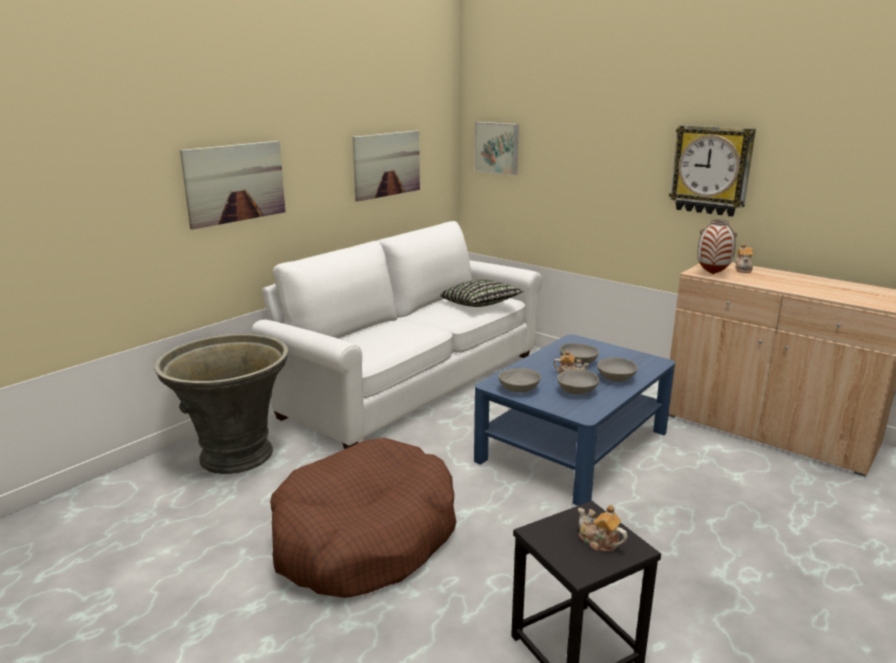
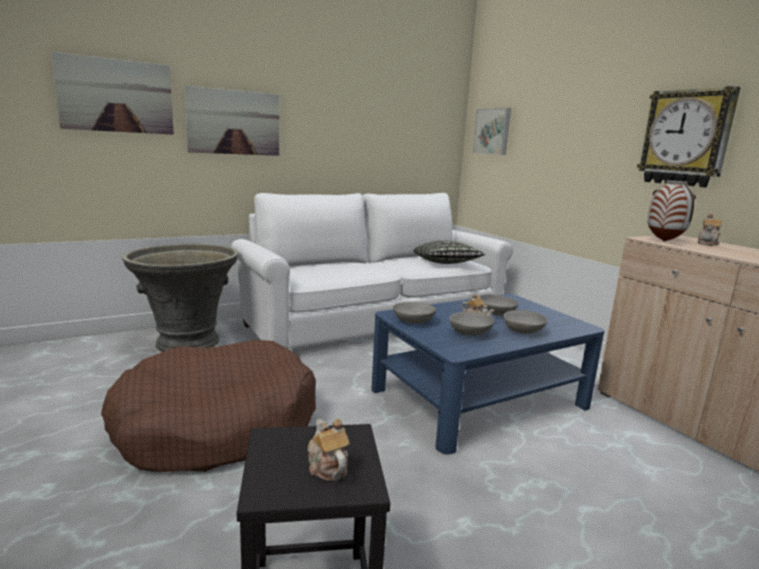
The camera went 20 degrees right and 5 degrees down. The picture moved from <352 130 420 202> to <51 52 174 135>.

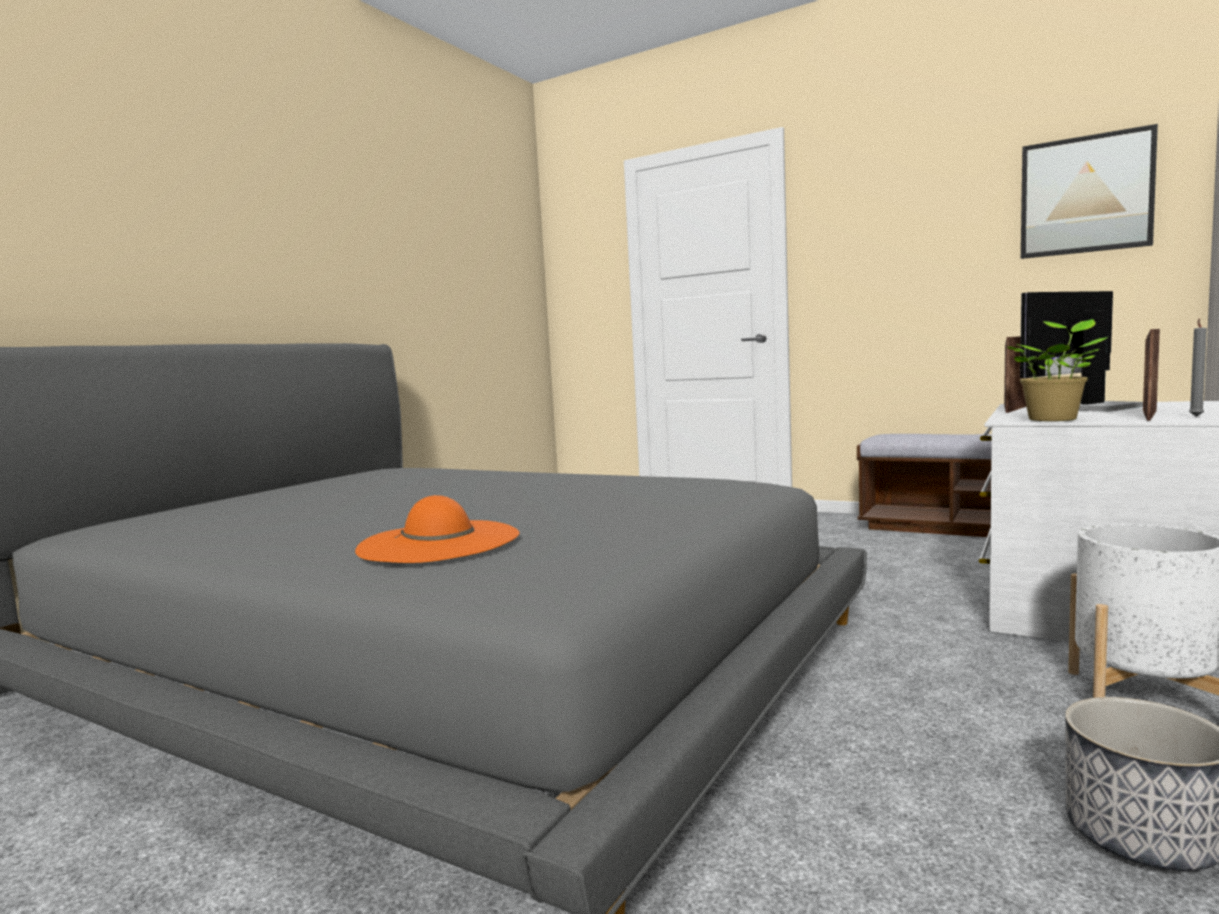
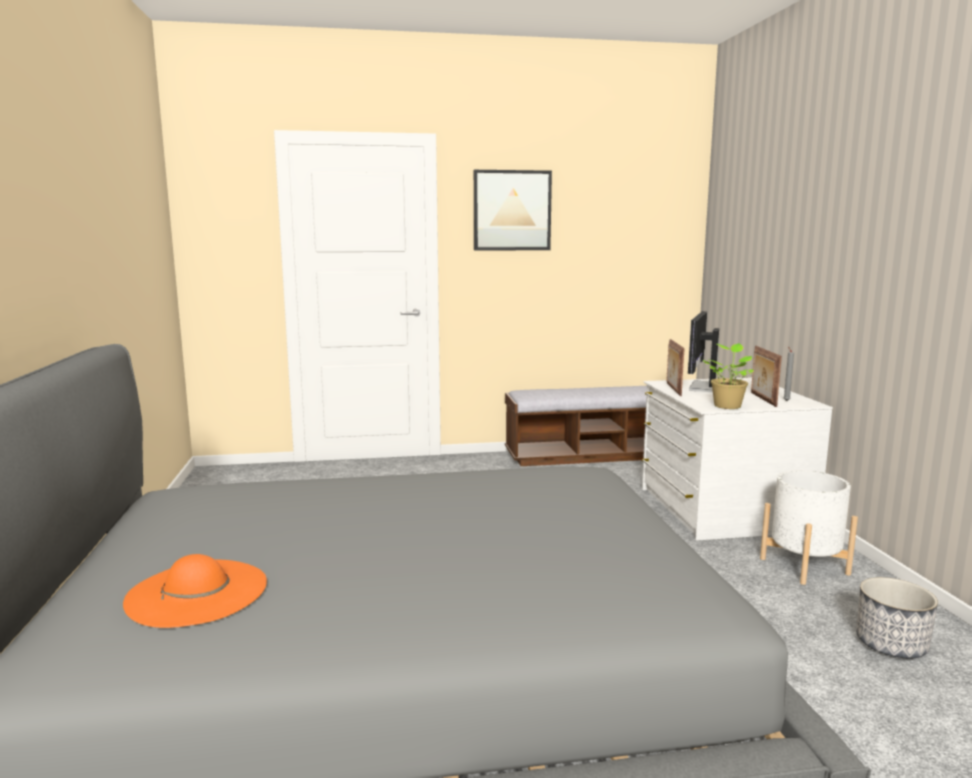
The camera went 40 degrees left and 5 degrees up. The hat in orange moved from <355 495 520 563> to <123 554 267 628>. The picture moved from <1021 124 1158 259> to <474 170 552 251>.

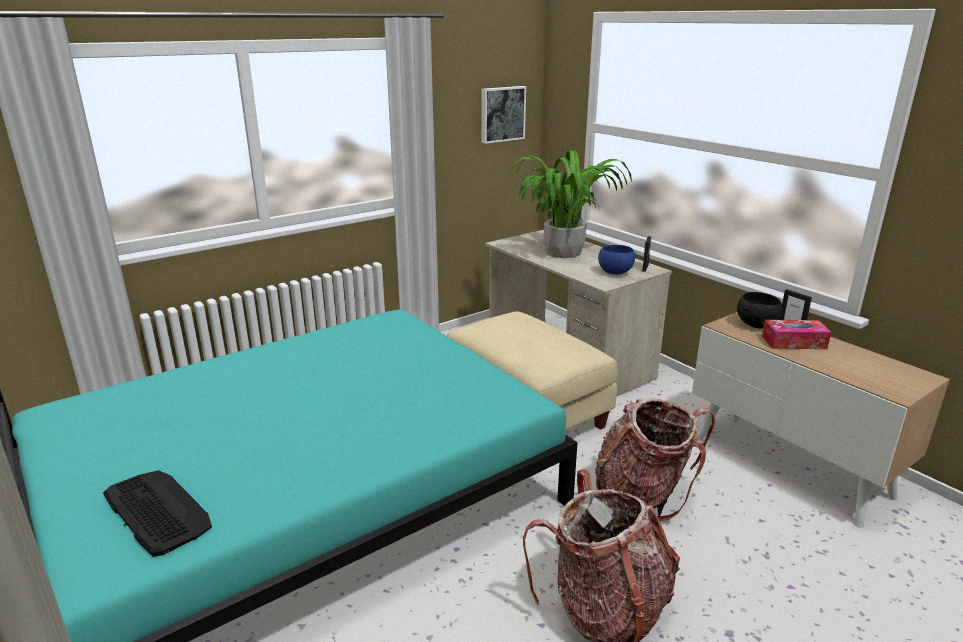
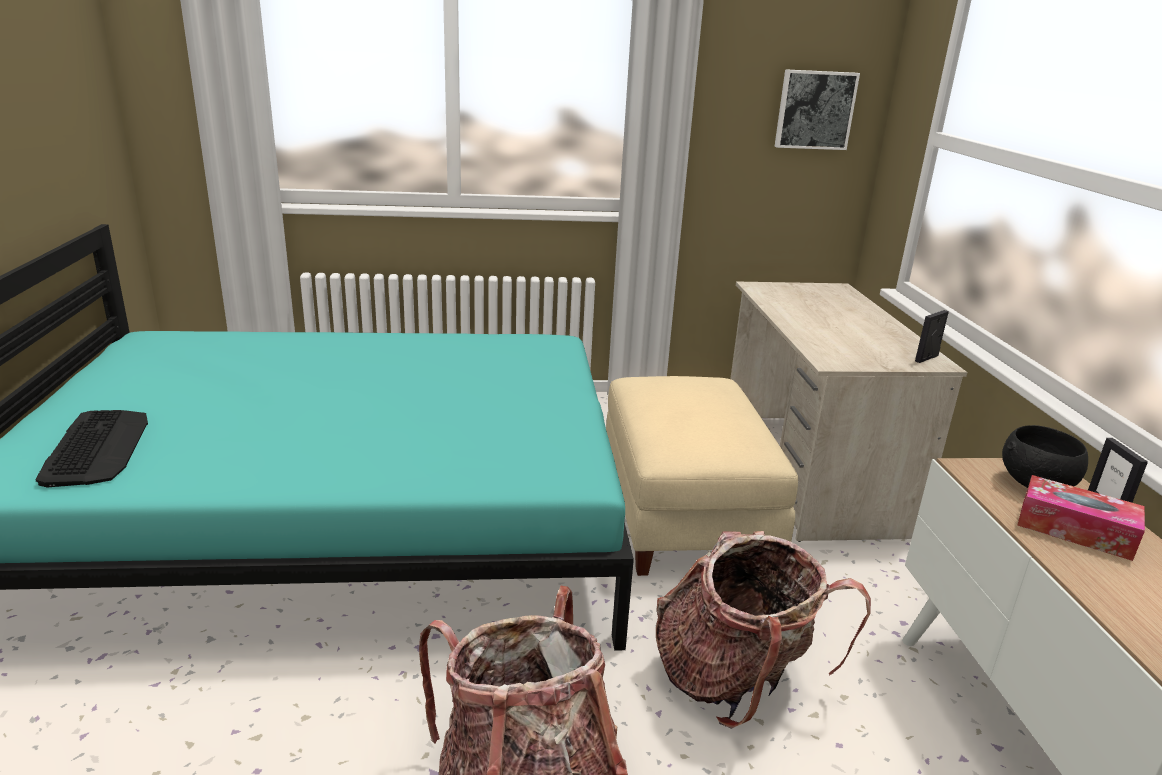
The camera went 30 degrees right and 0 degrees up. The plant in a pot at <508 150 632 258> disappeared. The deep dish in blue-coloured at <598 245 636 275> disappeared.

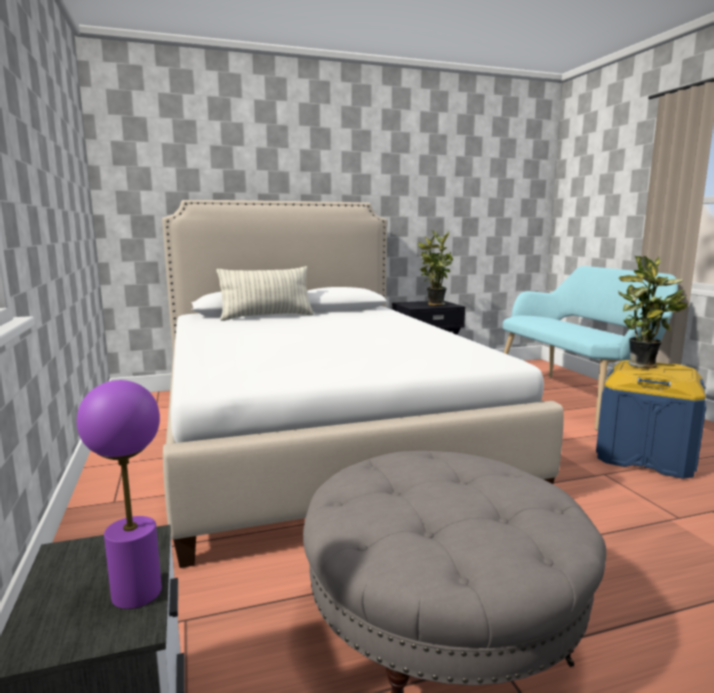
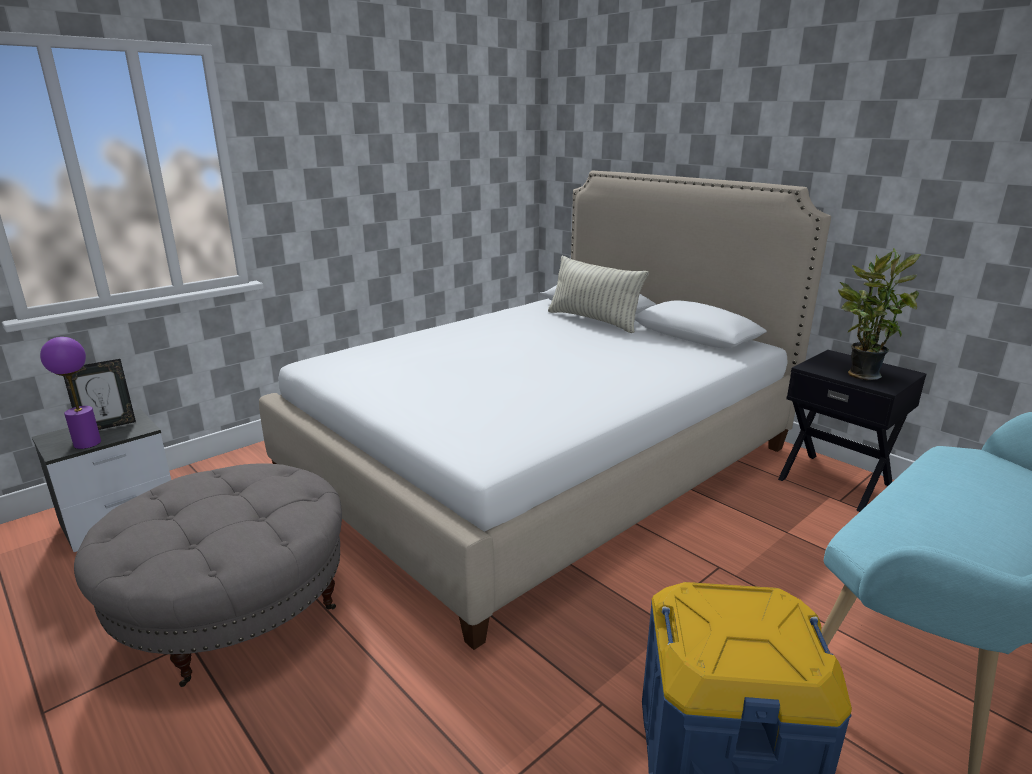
The camera went 65 degrees right and 10 degrees up. The standing frame at <63 359 136 430> appeared. The plant in a pot at <618 256 688 369> disappeared.

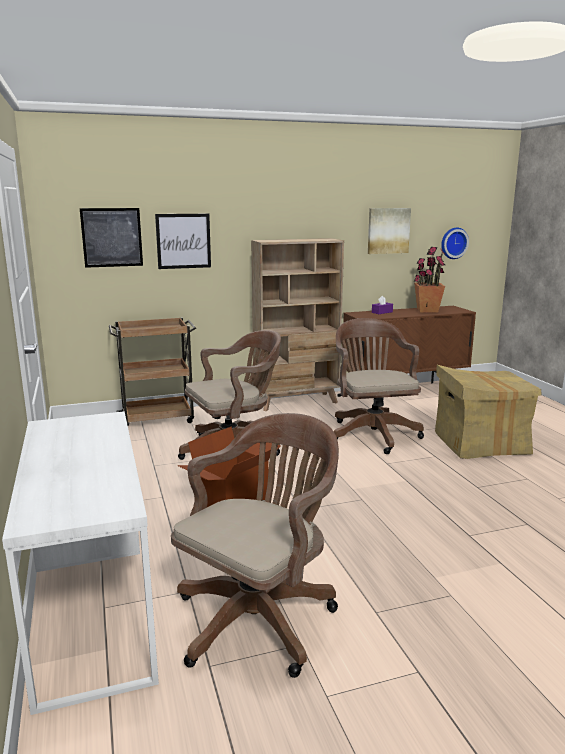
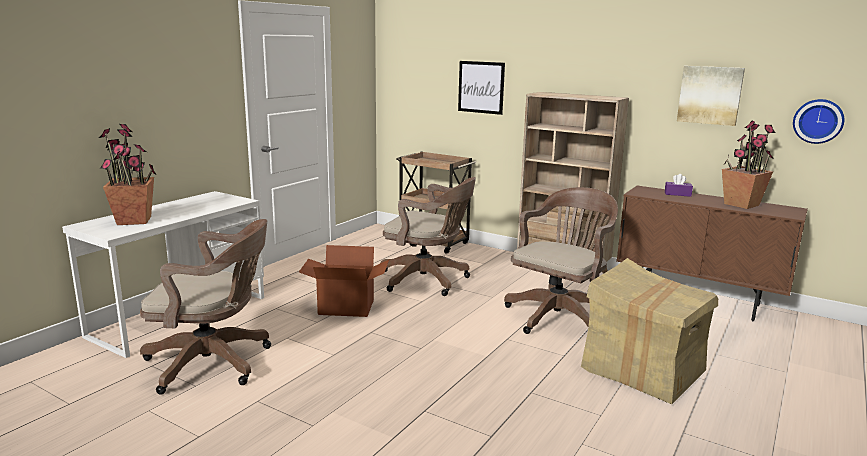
The camera went 50 degrees right and 0 degrees up. The plant in a pot at <99 124 156 225> appeared. The picture at <80 208 143 268> disappeared.

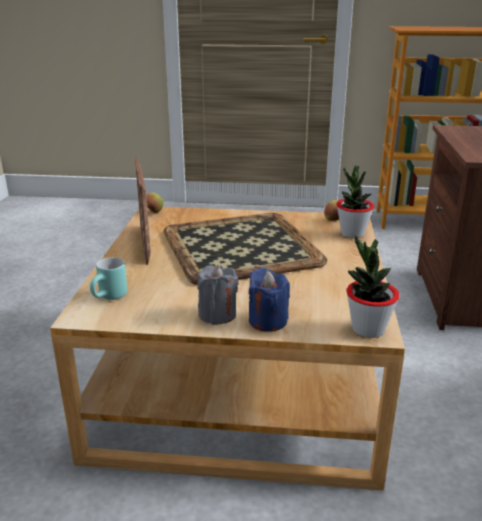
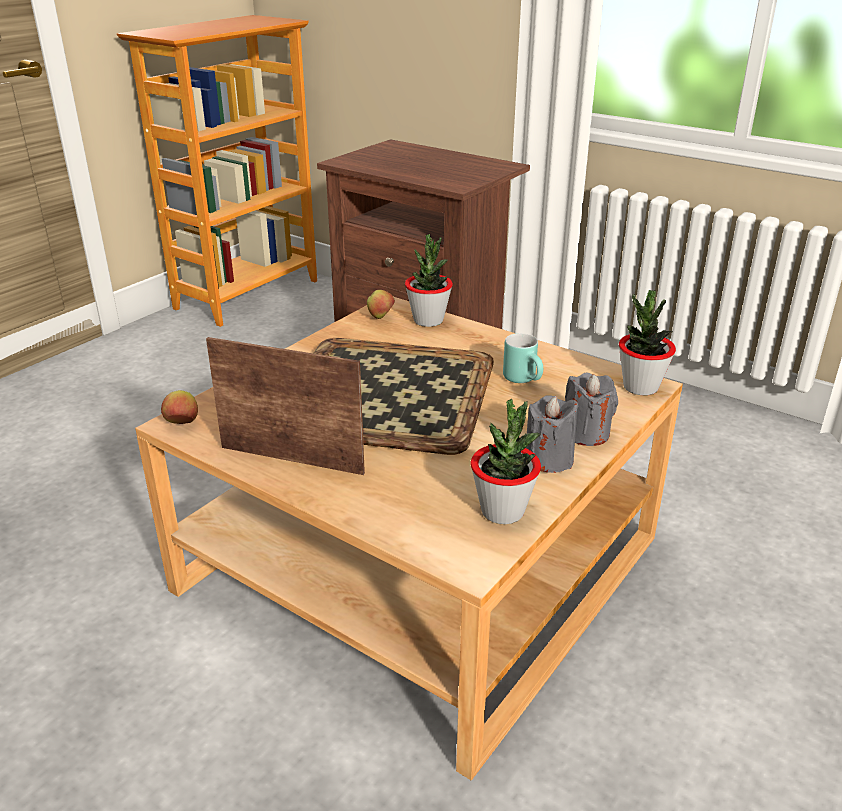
The camera went 60 degrees left and 5 degrees up. The plant in a pot at <471 399 541 524> appeared. The tea mug in turquoise moved from <90 257 127 300> to <503 333 543 383>. The candle in blue-coloured at <249 268 290 332> became the candle in greyish at <565 373 618 446>.

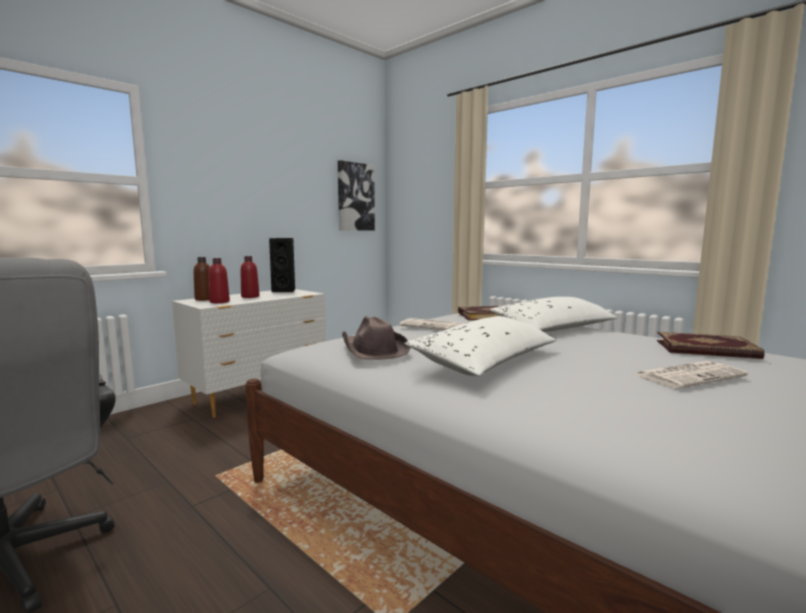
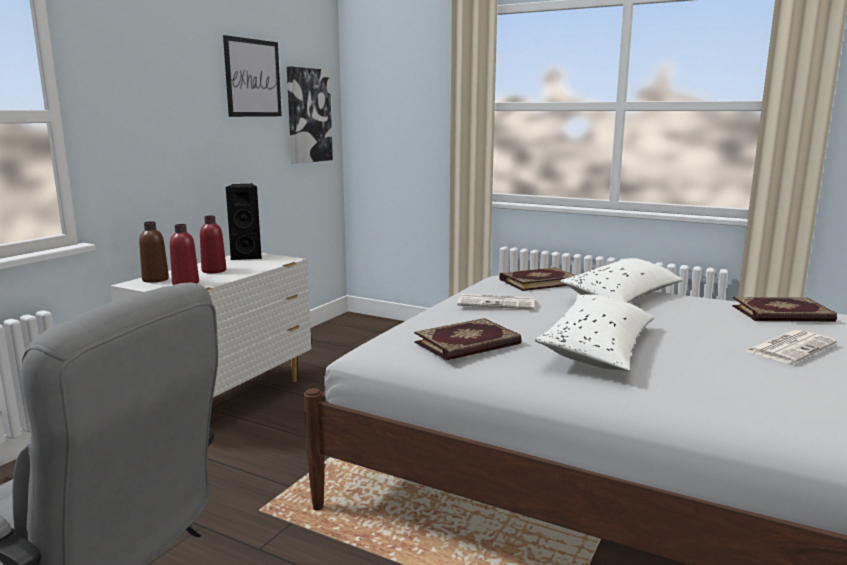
The camera went 15 degrees left and 5 degrees up. The picture at <223 35 282 117> appeared. The hat in brown at <342 316 411 360> was replaced by the volume at <414 318 522 361>.

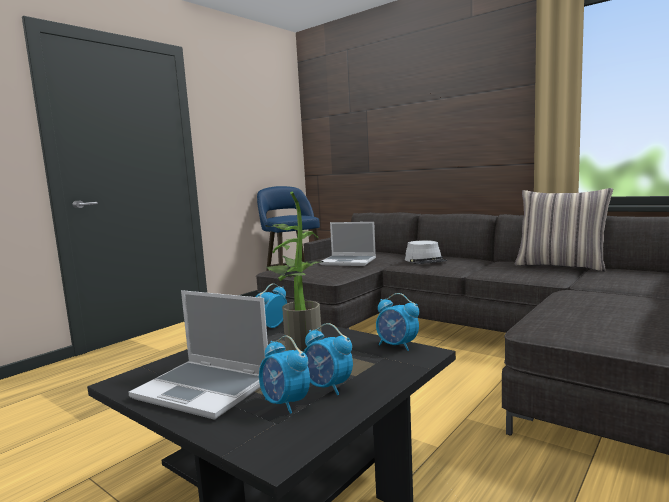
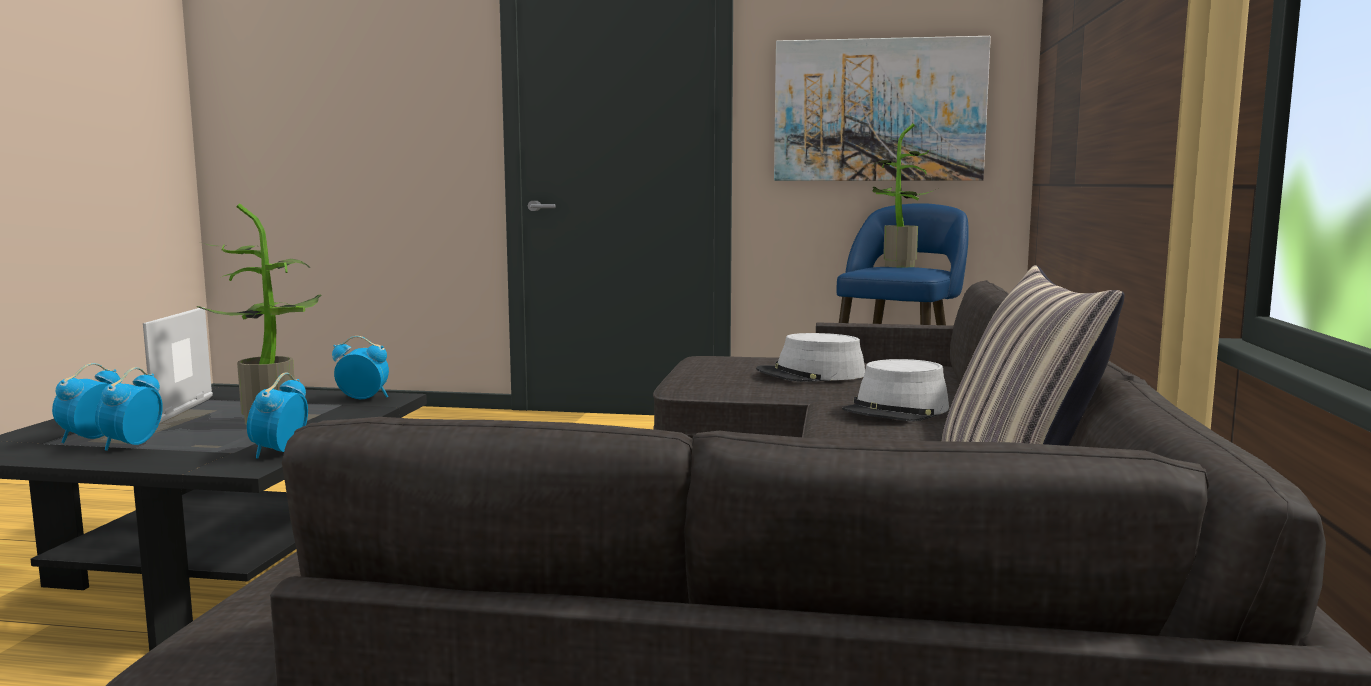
The camera went 60 degrees right and 0 degrees up. The portable computer at <319 222 376 266> was replaced by the hat in greyish at <756 333 865 382>. The picture at <774 36 991 181> appeared. The plant in a pot at <872 124 940 267> appeared.

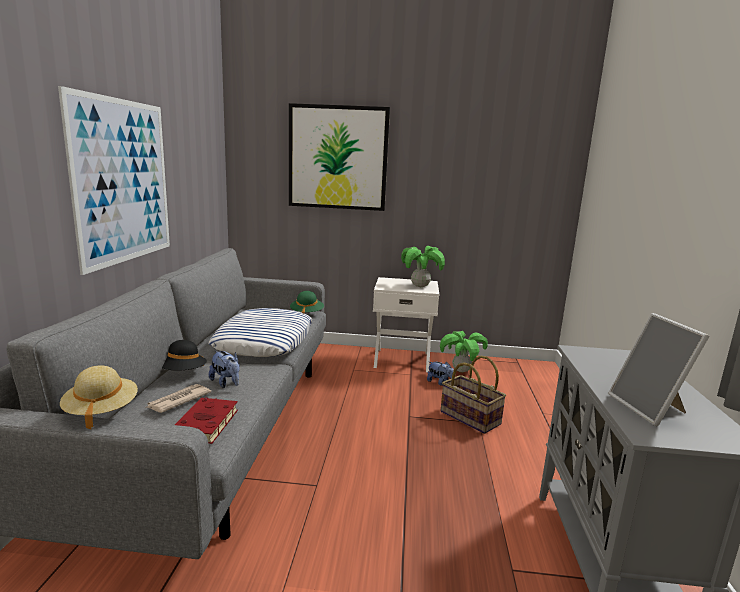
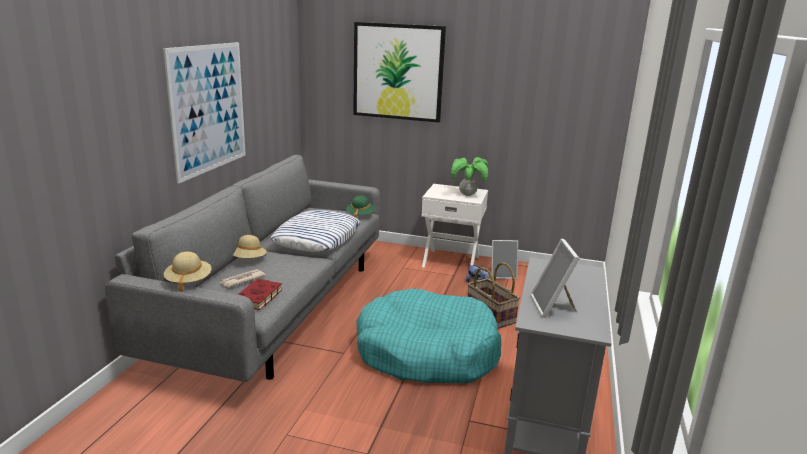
The camera went 10 degrees right and 5 degrees up. The hat in black at <162 340 207 371> became the hat in beige at <233 235 267 258>. The dog bed in turquoise at <356 289 501 383> appeared. The plant in a pot at <440 331 488 372> was replaced by the standing frame at <491 240 518 279>. The cuddly toy at <209 350 240 388> disappeared.

